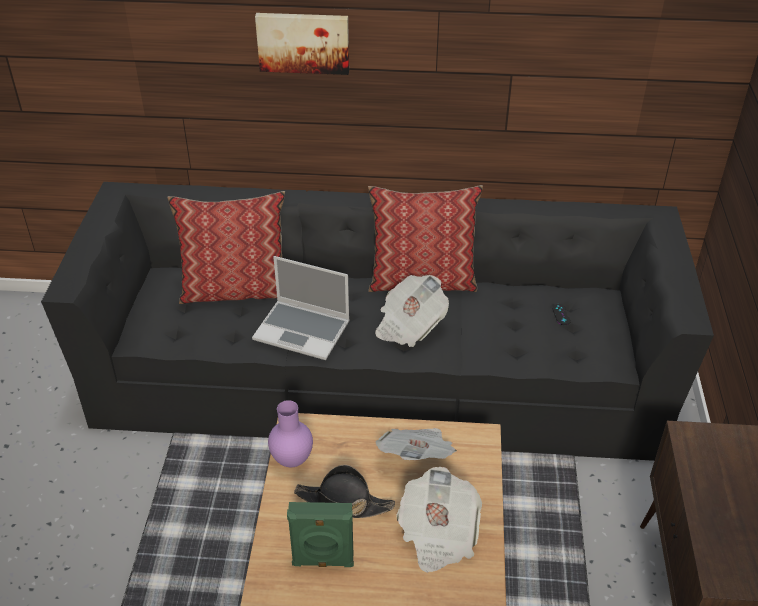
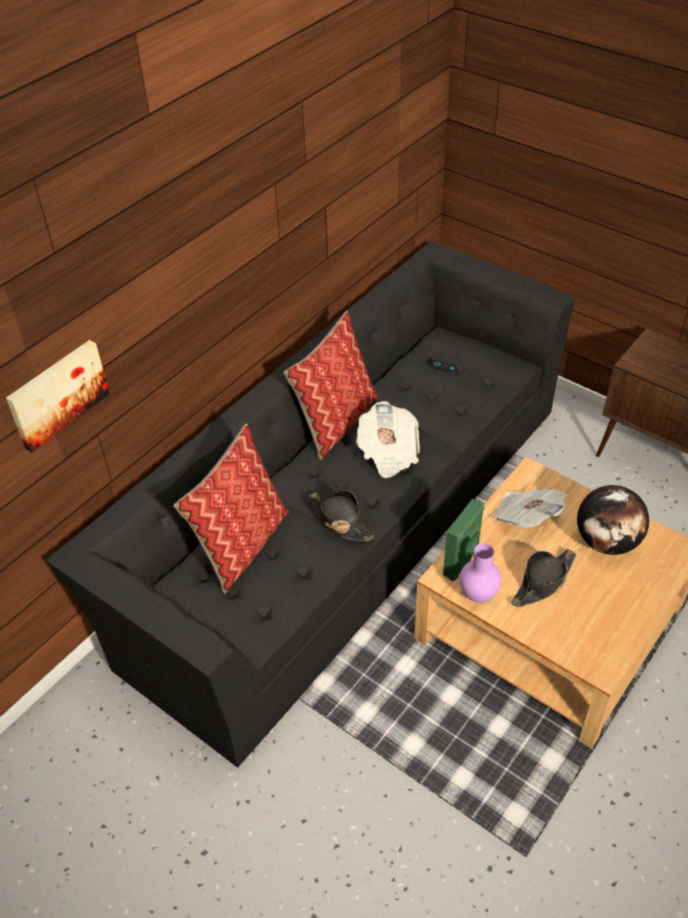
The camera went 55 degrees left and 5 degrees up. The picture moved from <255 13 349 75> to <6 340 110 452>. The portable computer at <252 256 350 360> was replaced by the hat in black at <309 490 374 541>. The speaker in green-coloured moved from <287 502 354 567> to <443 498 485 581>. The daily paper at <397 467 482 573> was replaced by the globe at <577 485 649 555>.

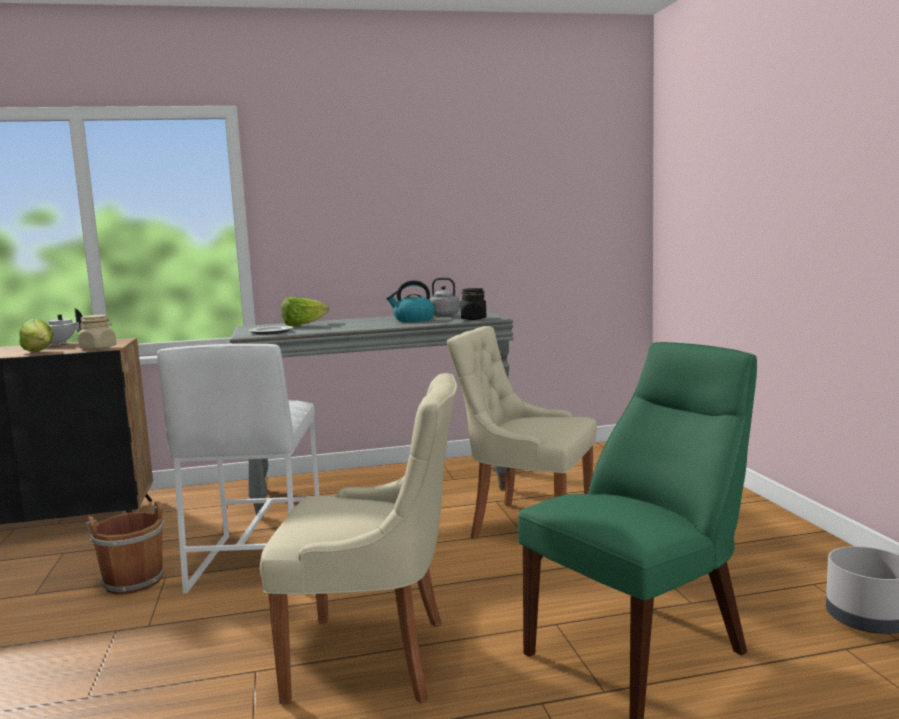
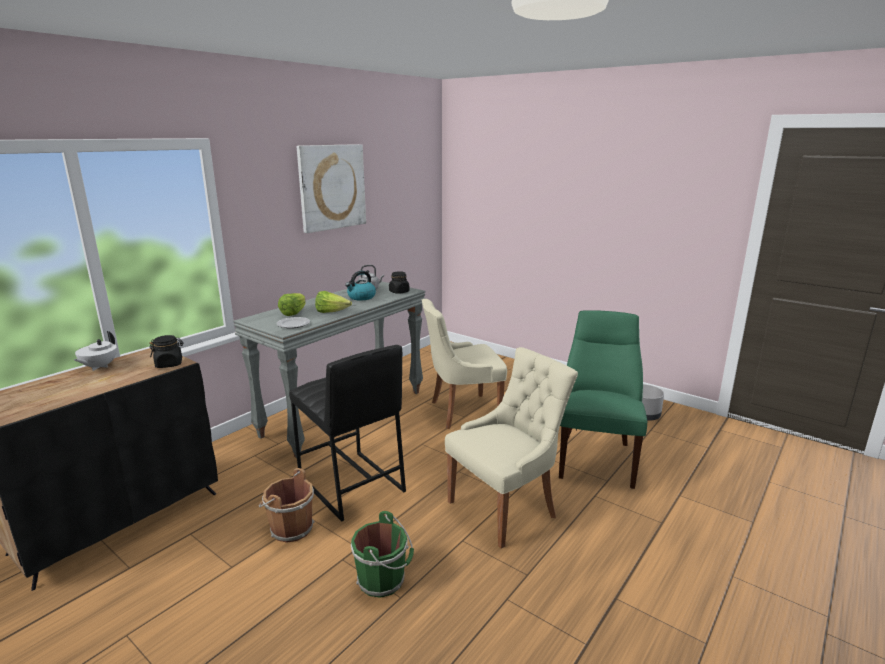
The camera went 40 degrees left and 10 degrees up. The preserve jar in beige at <78 315 116 350> became the preserve jar in black at <149 335 183 368>. The stool in white-coloured at <157 344 319 594> became the stool in black at <289 345 406 522>. The picture at <297 144 366 233> appeared. The lettuce head moved from <19 319 54 352> to <315 291 352 313>. The water bucket in green-coloured at <351 511 414 598> appeared.

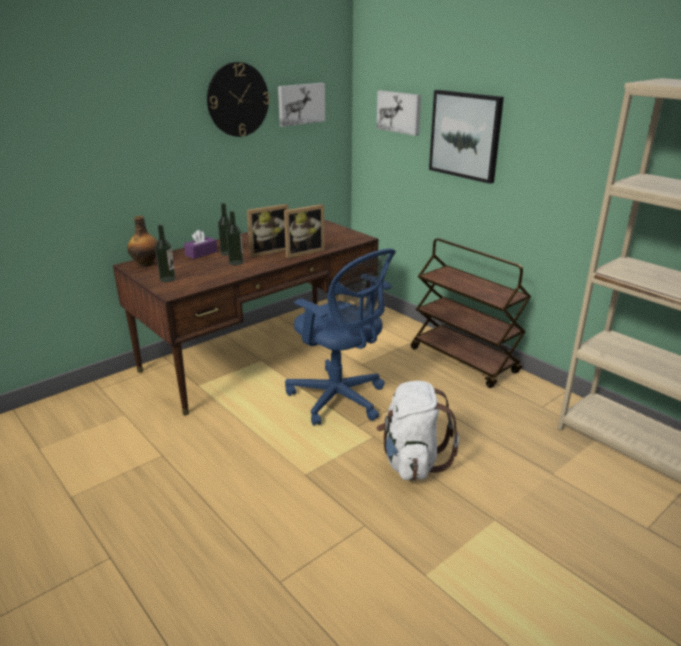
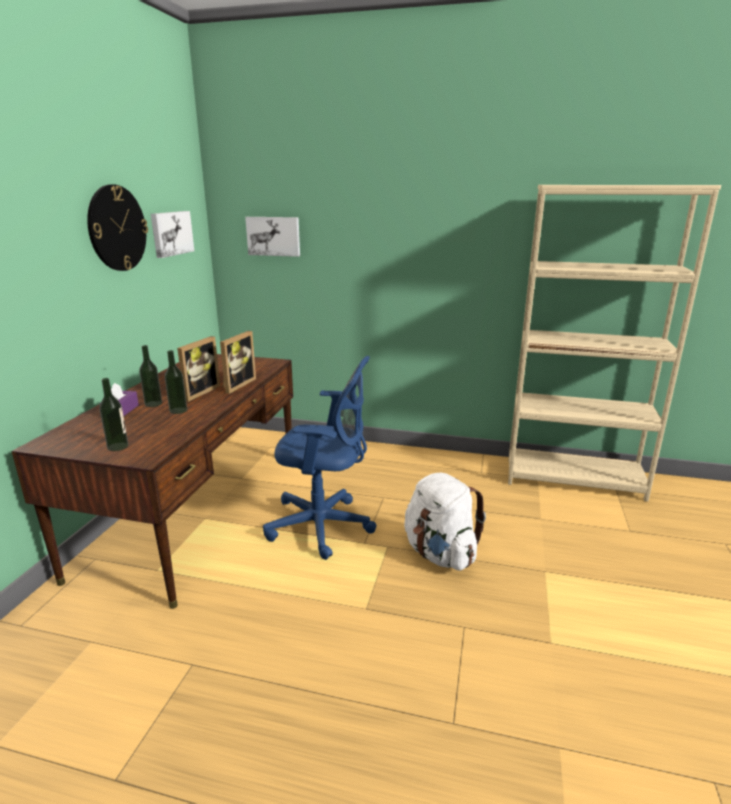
The camera went 35 degrees left and 5 degrees down. The bottle at <127 216 158 267> disappeared. The trolley in brown at <411 238 531 388> disappeared. The picture at <429 90 504 184> disappeared.

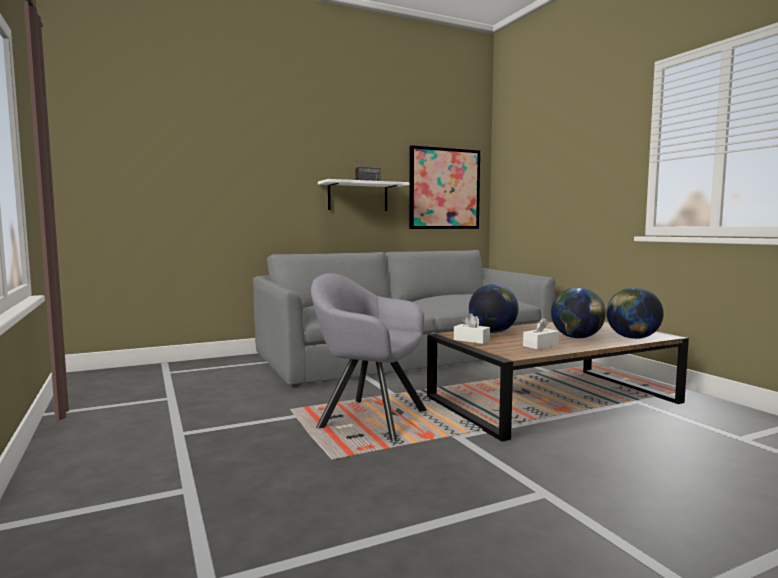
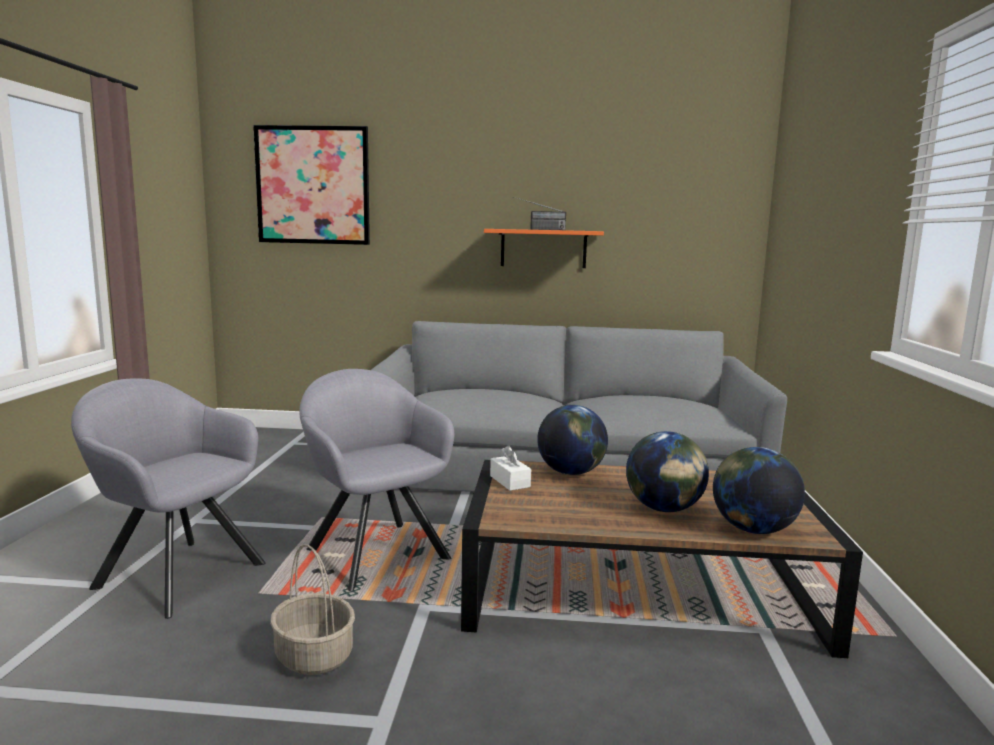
The camera went 30 degrees right and 5 degrees up. The armchair in greyish at <71 379 265 619> appeared. The picture moved from <409 145 481 229> to <253 125 370 245>. The household basket at <270 544 355 675> appeared. The shelf in white-coloured at <318 179 409 211> became the shelf in orange at <484 229 604 268>. The tissue box in white-coloured at <523 318 559 349> disappeared.

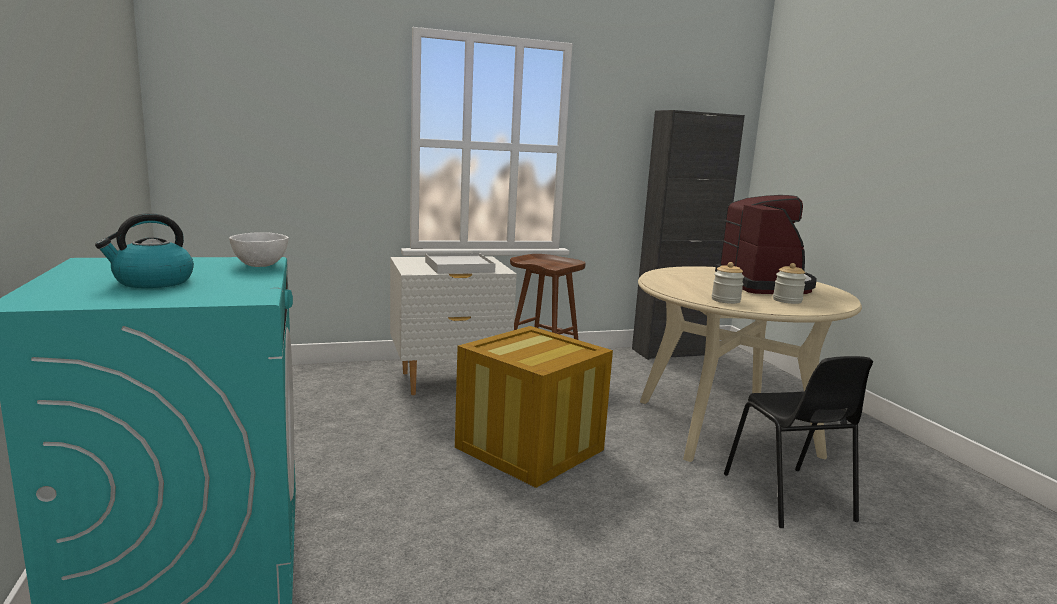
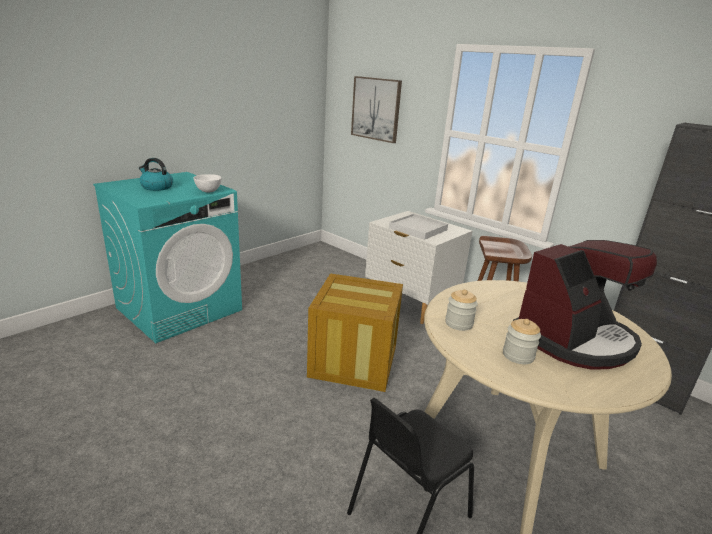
The camera went 60 degrees right and 10 degrees up. The picture at <351 76 402 143> appeared.

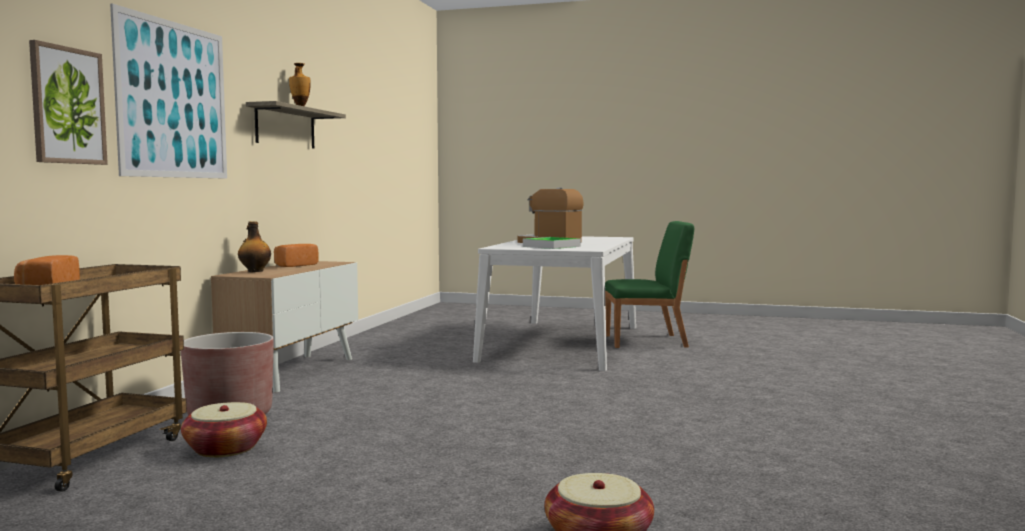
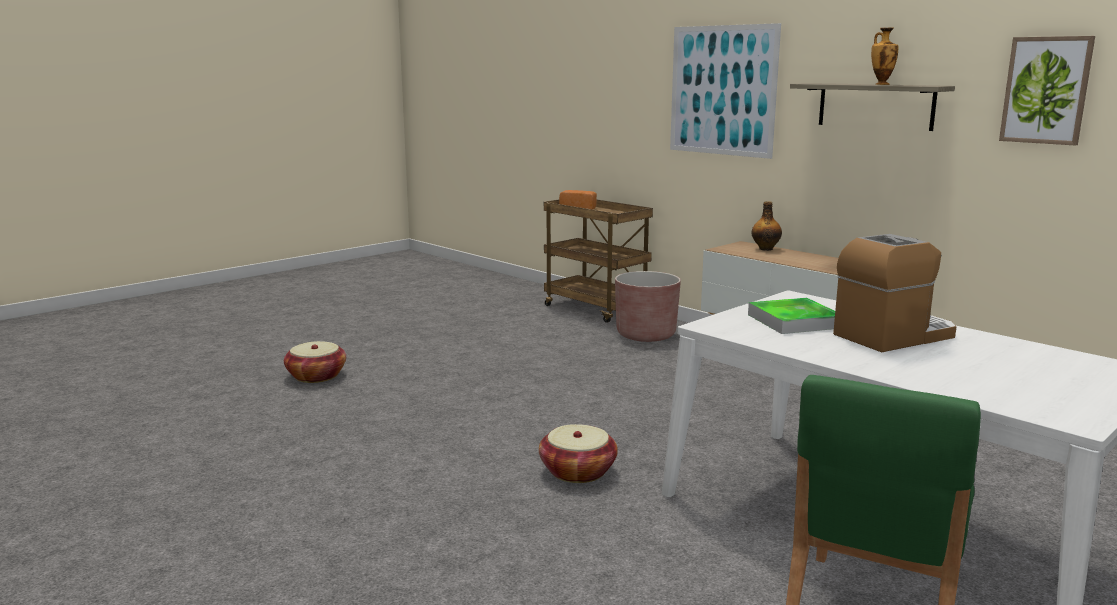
The camera went 120 degrees right and 10 degrees up. The household basket moved from <181 402 267 457> to <539 424 618 483>. The picture moved from <29 40 108 165> to <999 36 1095 146>. The bread at <274 244 318 267> disappeared.

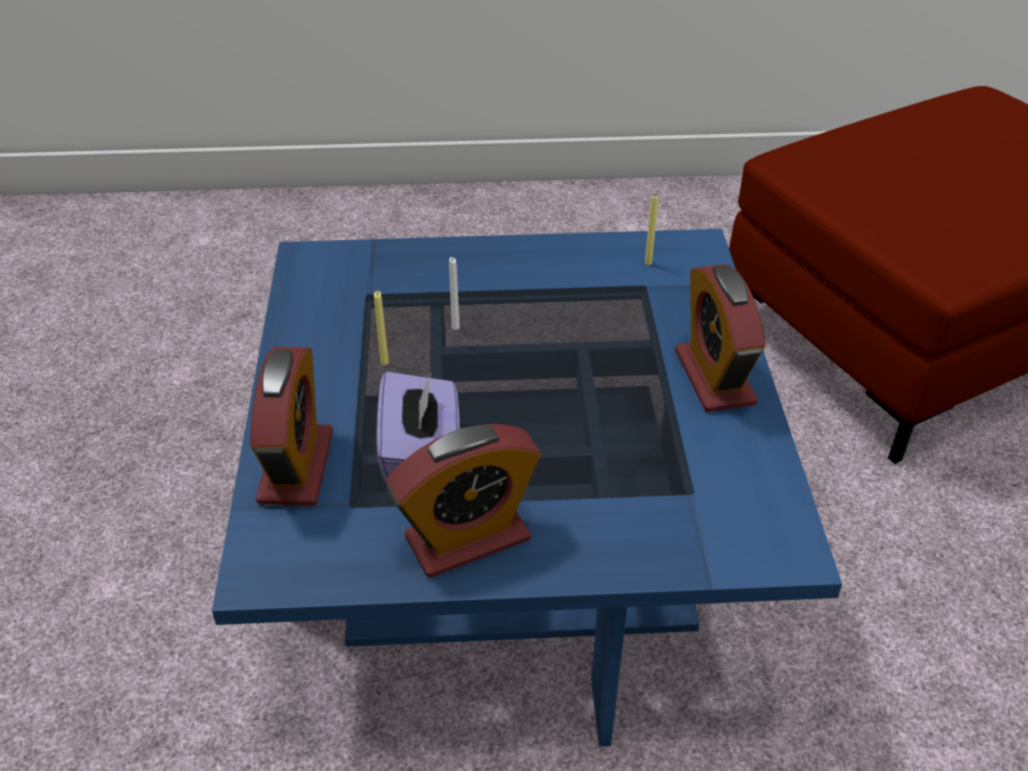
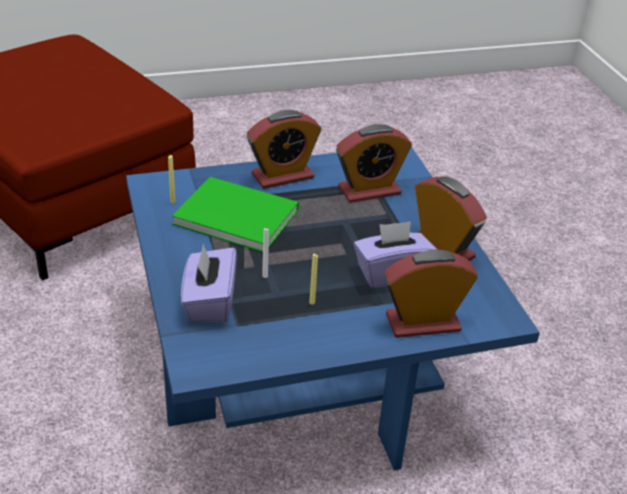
The camera went 105 degrees left and 5 degrees down. The volume in green-coloured at <172 177 299 252> appeared. The tissue box in purple at <181 244 237 323> appeared. The alarm clock at <336 124 412 203> appeared.

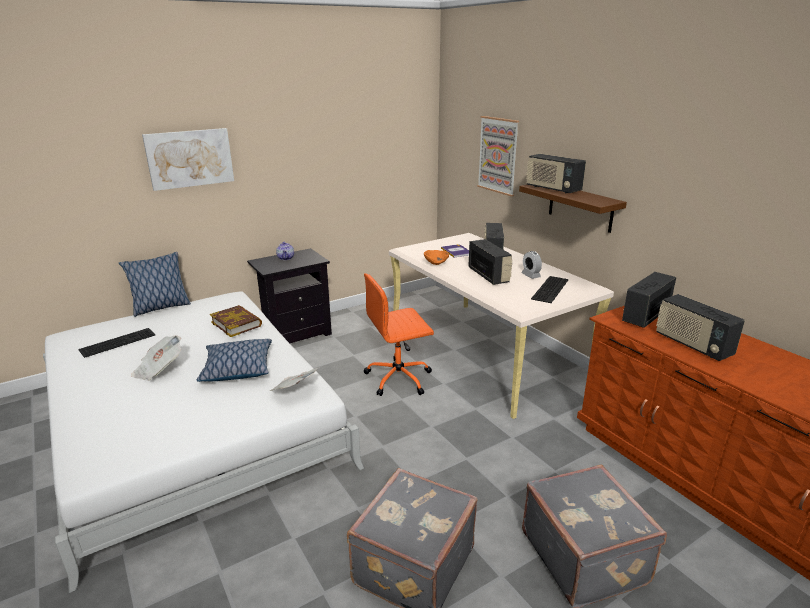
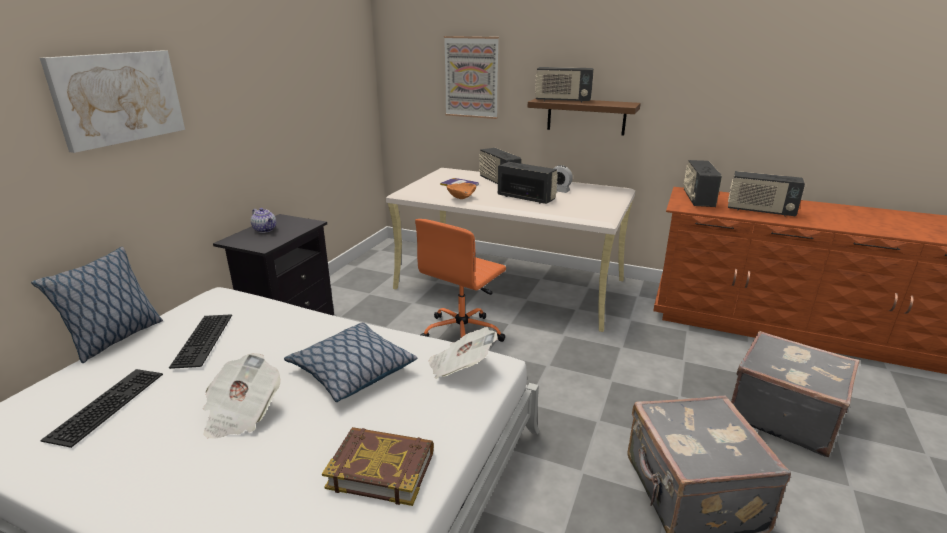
The camera went 35 degrees left and 0 degrees up. The computer keyboard moved from <531 276 569 303> to <169 314 232 369>. The volume moved from <210 305 262 337> to <322 427 434 506>.

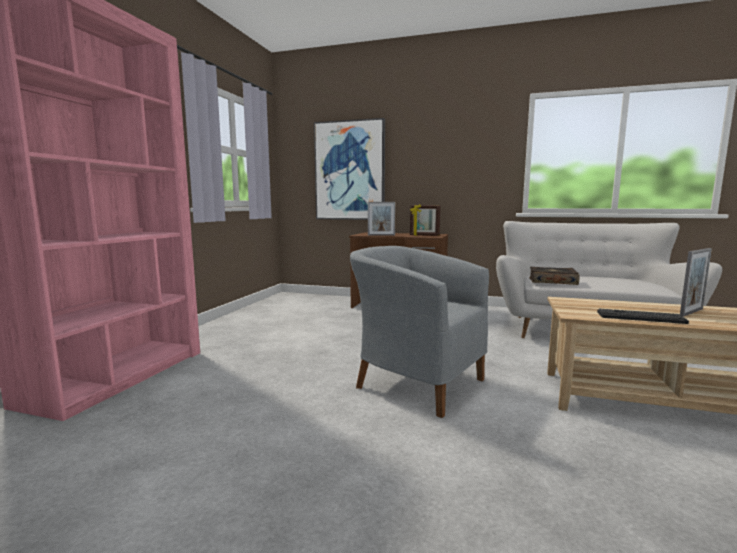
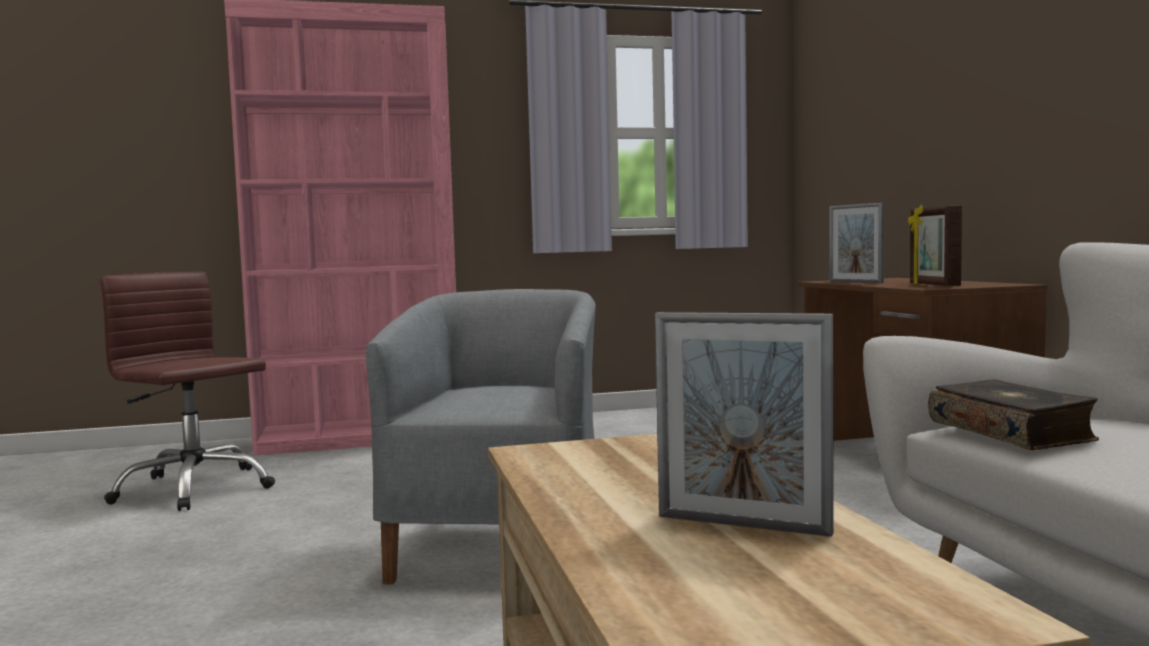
The camera went 60 degrees right and 5 degrees down. The office chair in brown at <100 272 275 511> appeared. The picture at <314 118 385 220> disappeared. The computer keyboard at <597 309 689 324> disappeared.

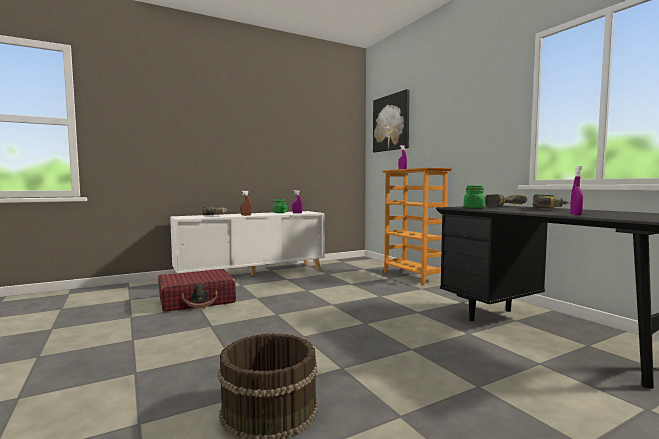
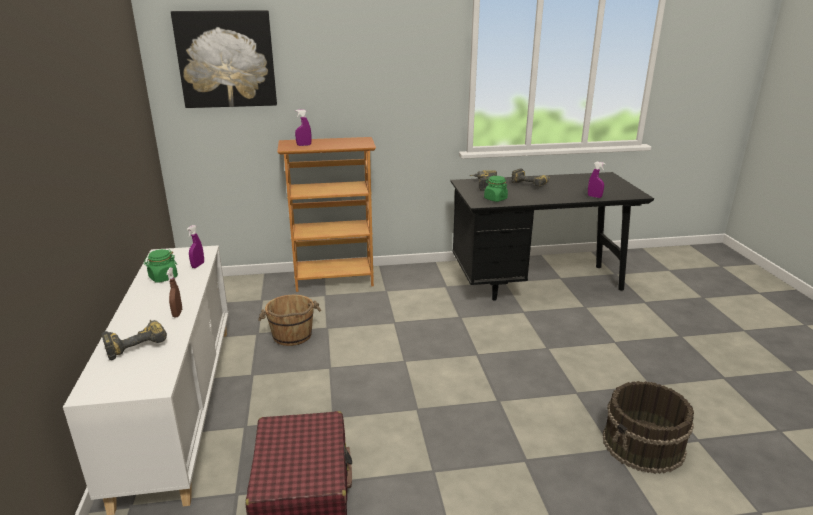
The camera went 70 degrees left and 20 degrees up. The water bucket in brown at <258 295 321 346> appeared.

